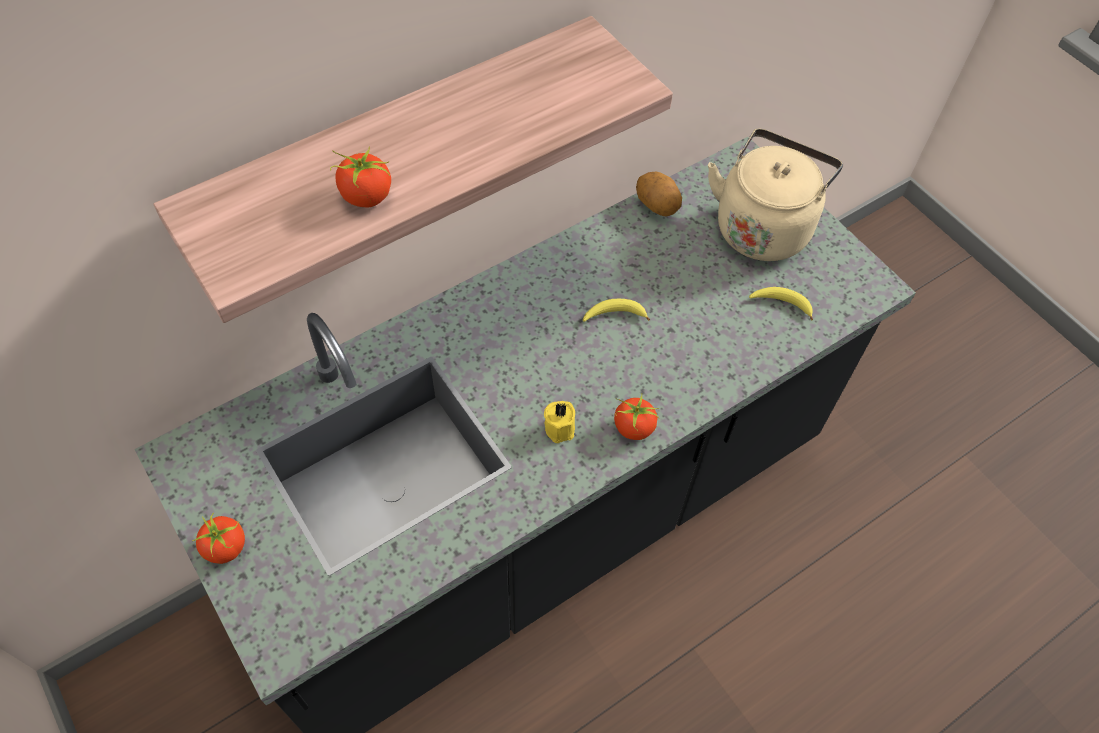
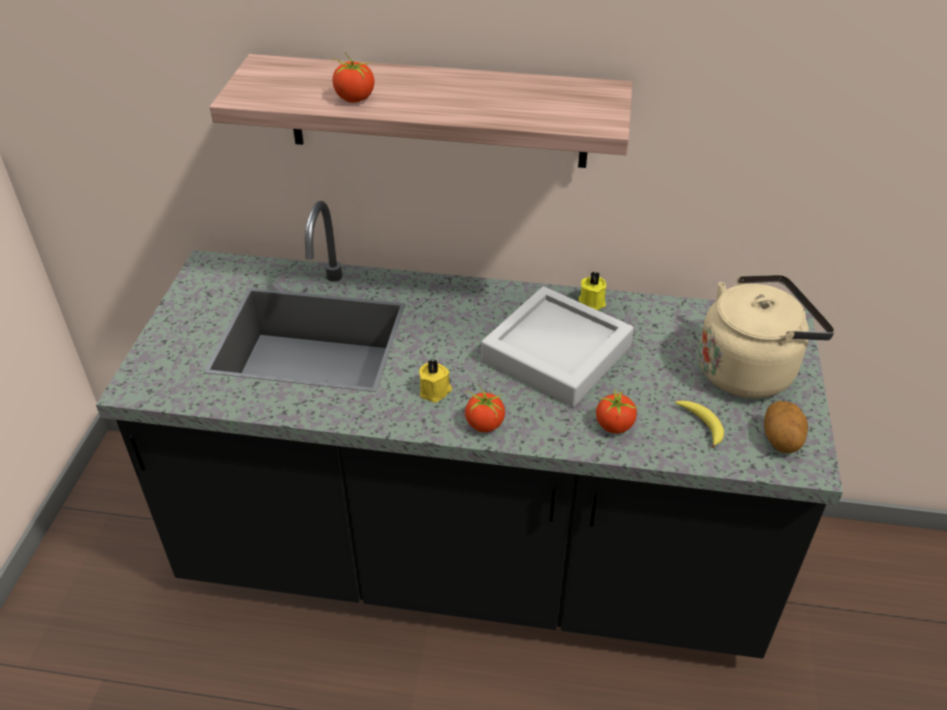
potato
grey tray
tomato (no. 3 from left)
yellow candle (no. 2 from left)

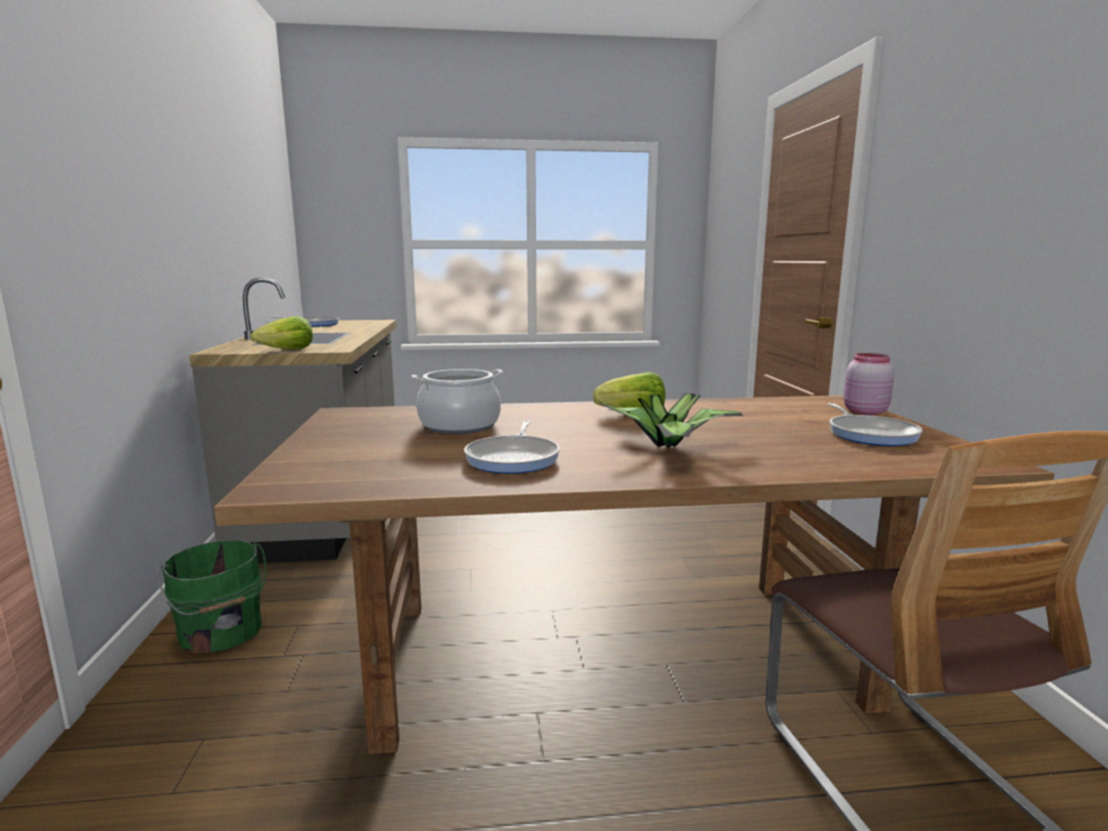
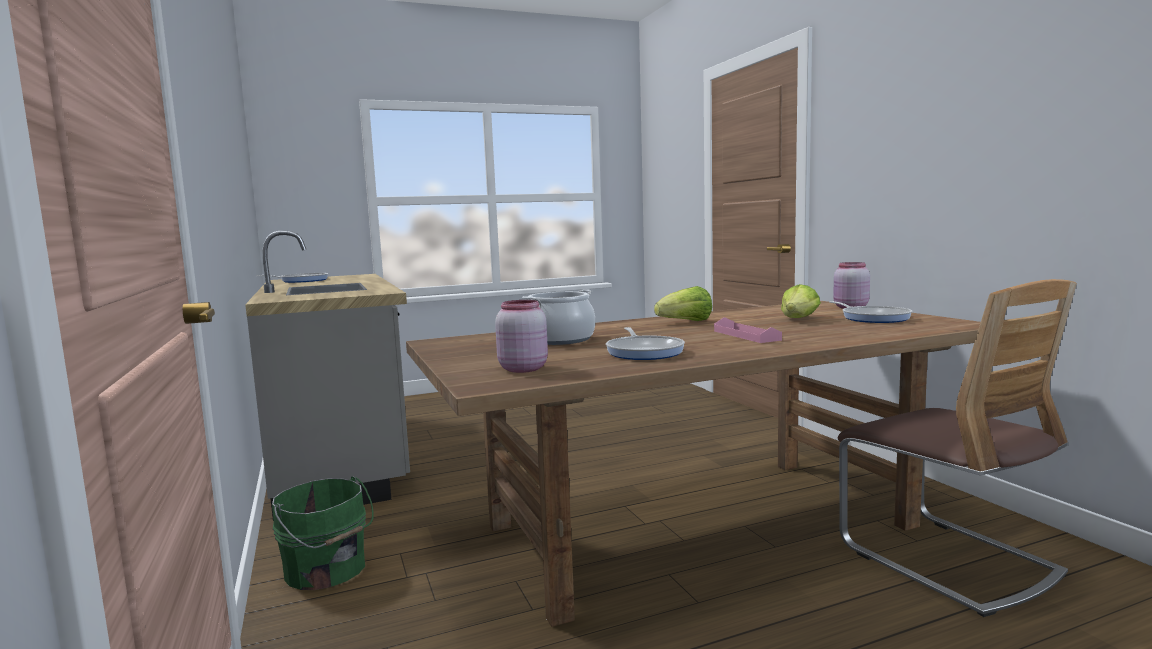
lettuce (no. 2 from left)
pink tray
pink jar (no. 1 from left)

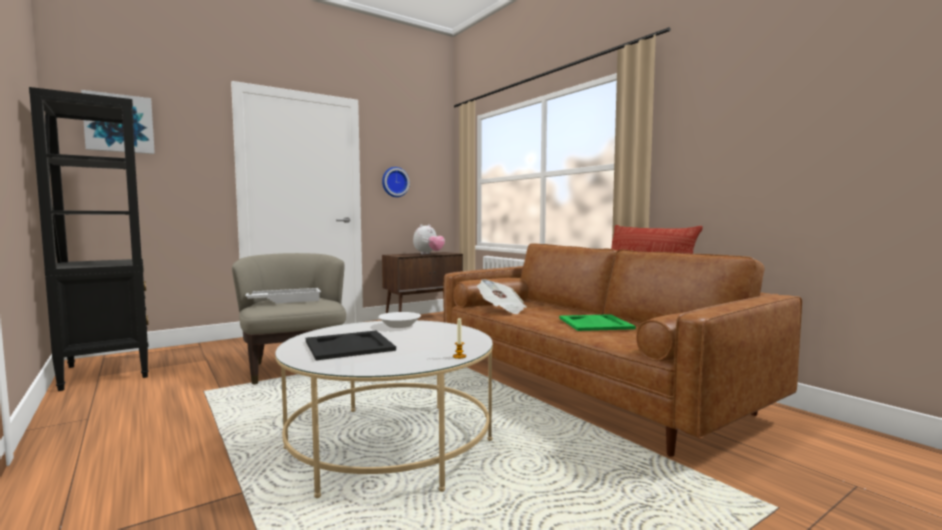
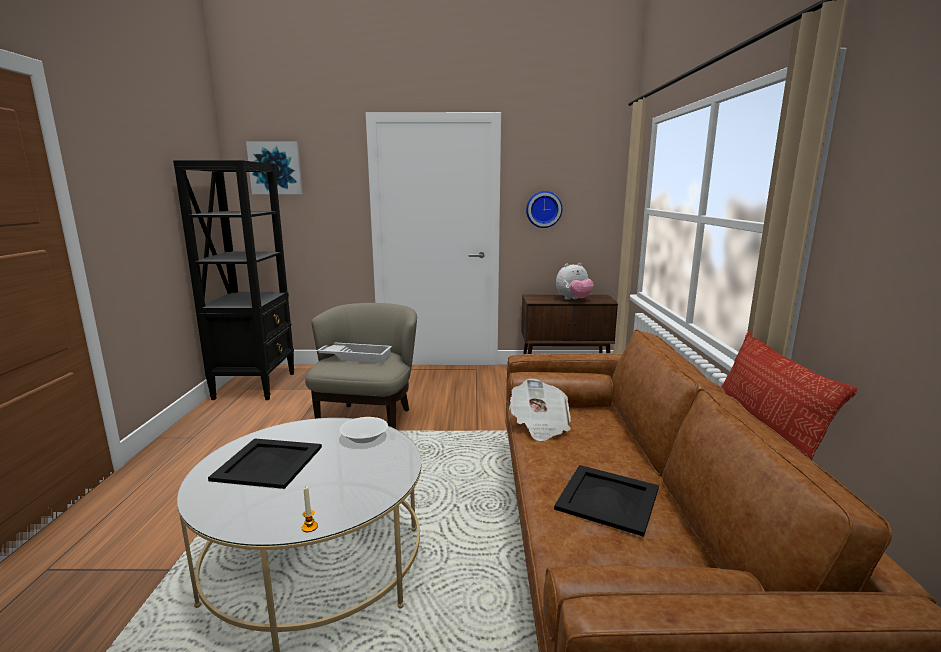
black tray (no. 2 from left)

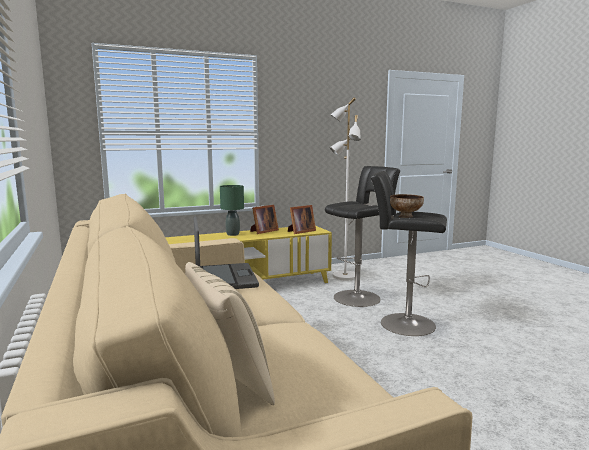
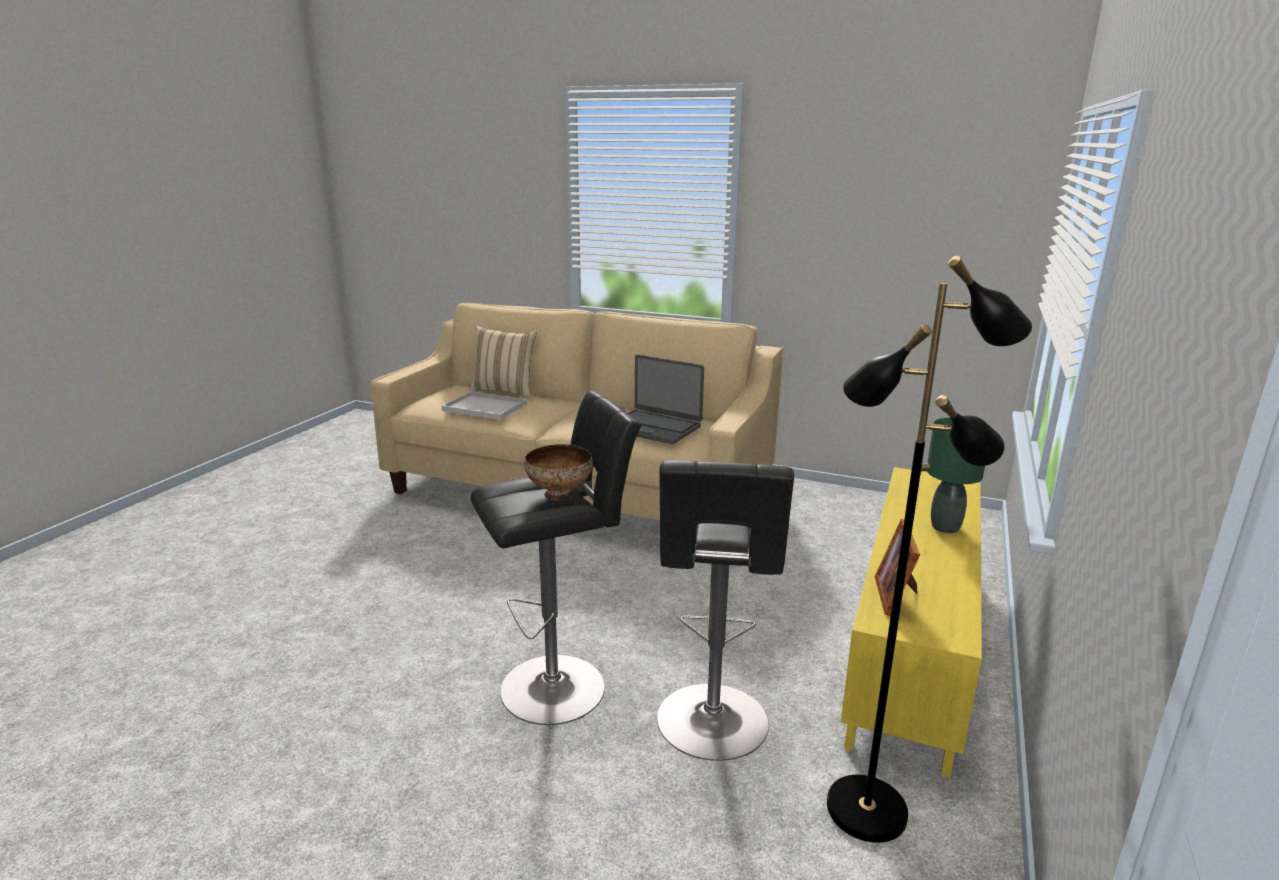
black floor lamp
picture frame (no. 1 from left in the first image)
white tray

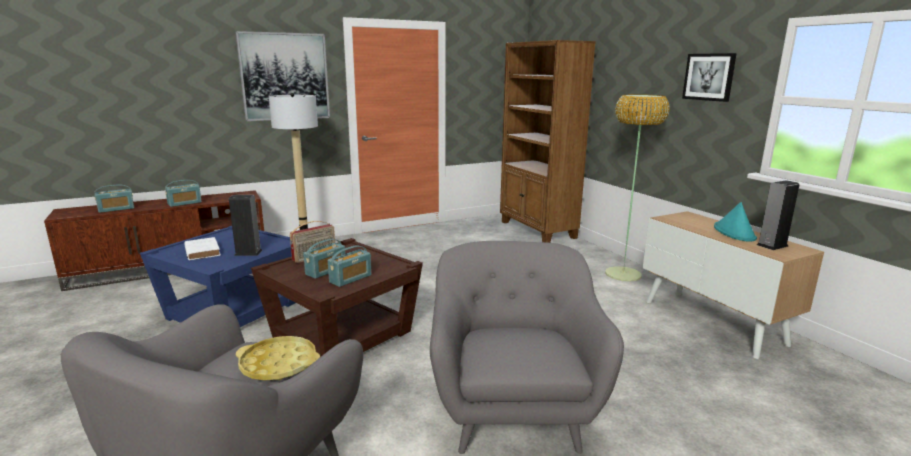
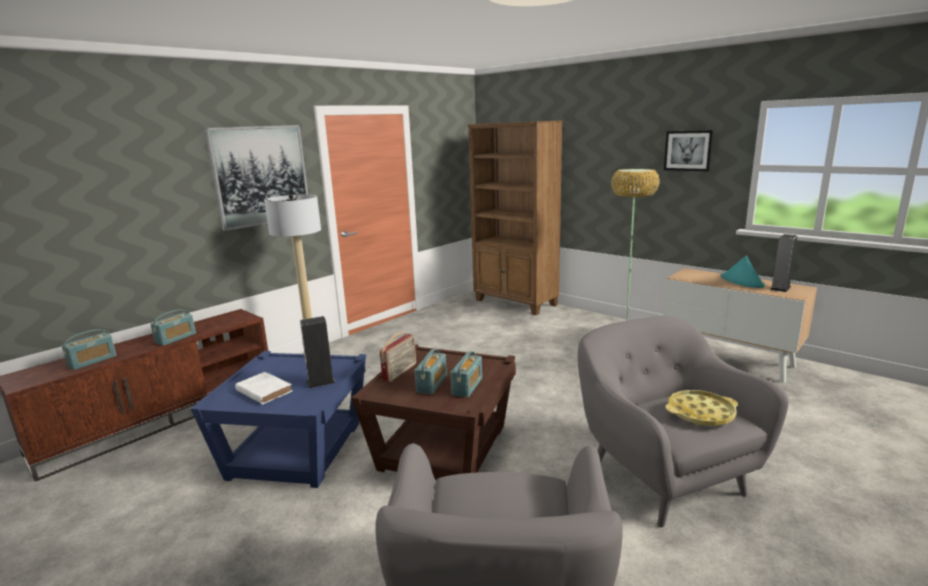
yellow tray

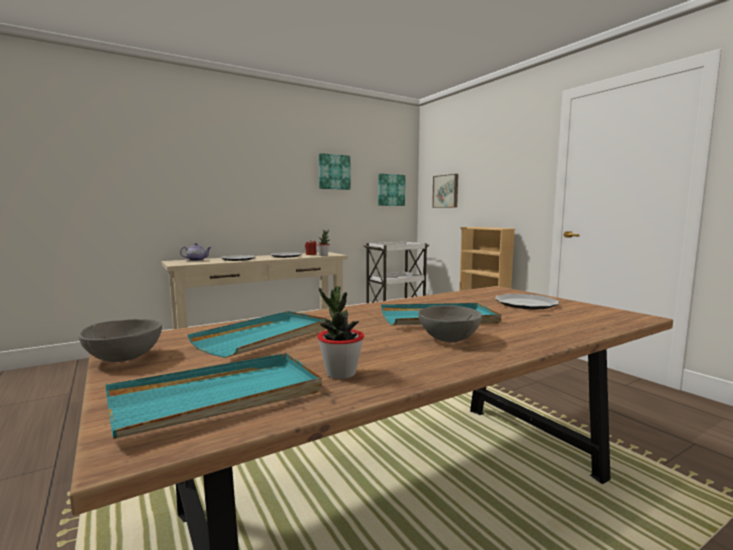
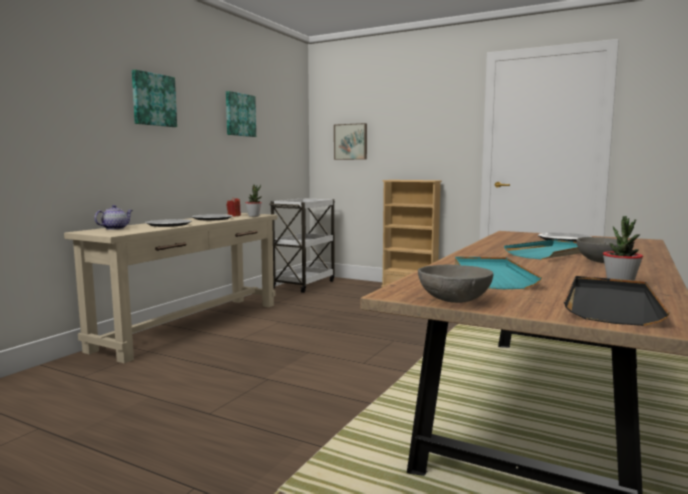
picture (no. 1 from left)
black tray

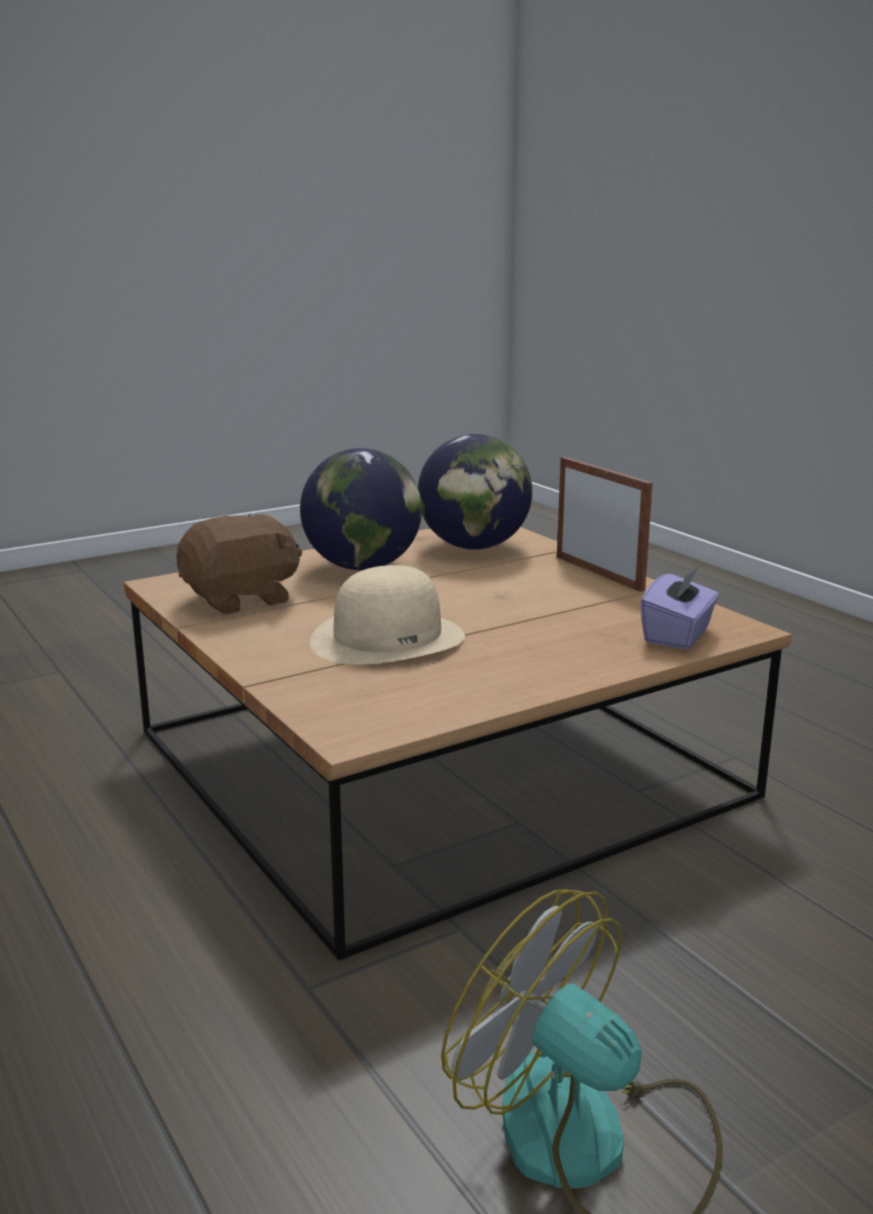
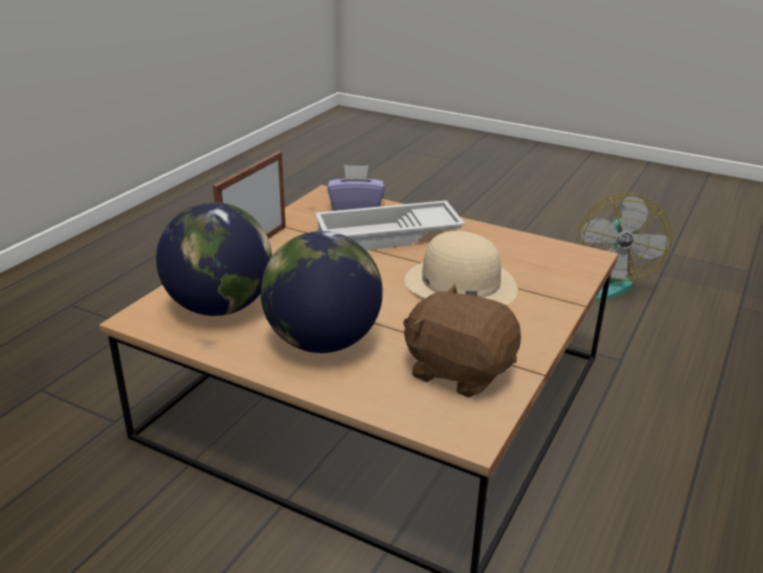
white tray

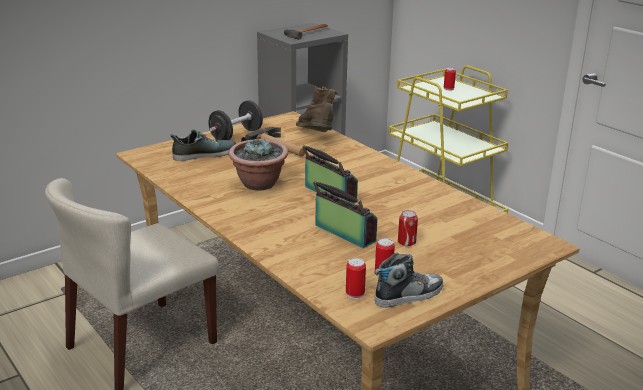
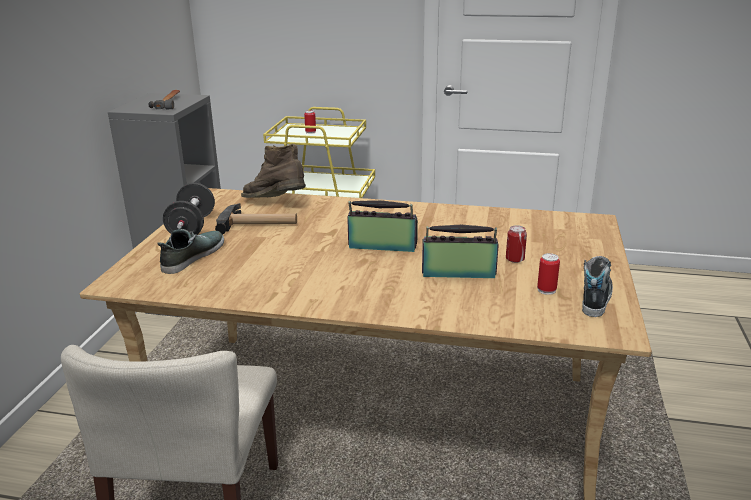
potted plant
can (no. 1 from left in the first image)

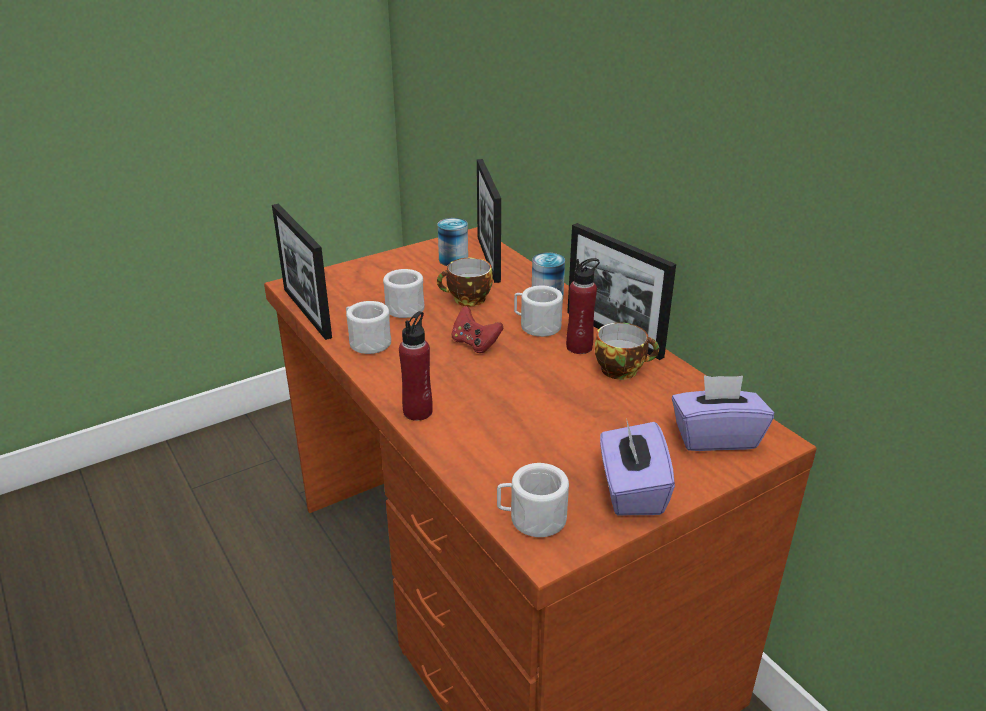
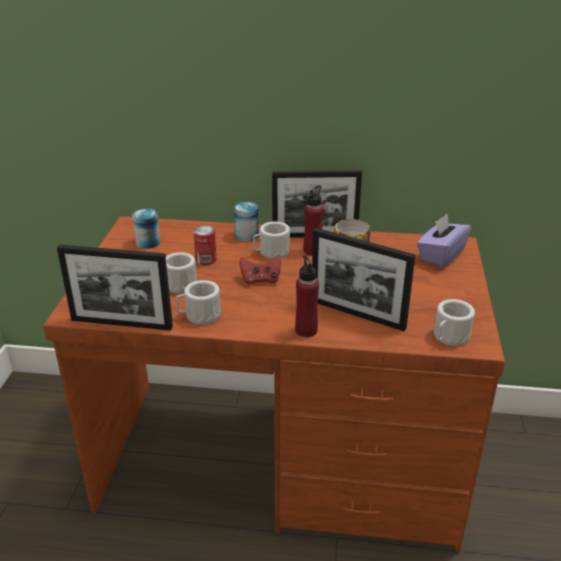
picture frame (no. 3 from left)
can (no. 2 from left)
purple tissue box (no. 1 from left in the first image)

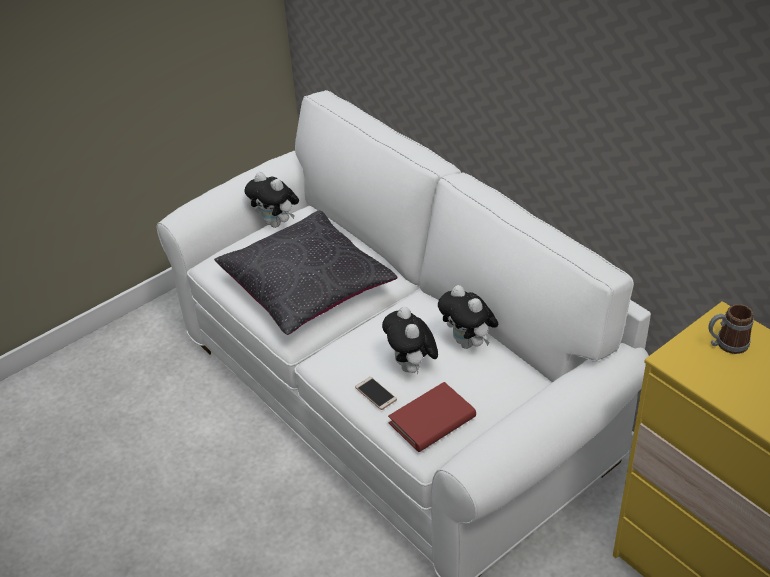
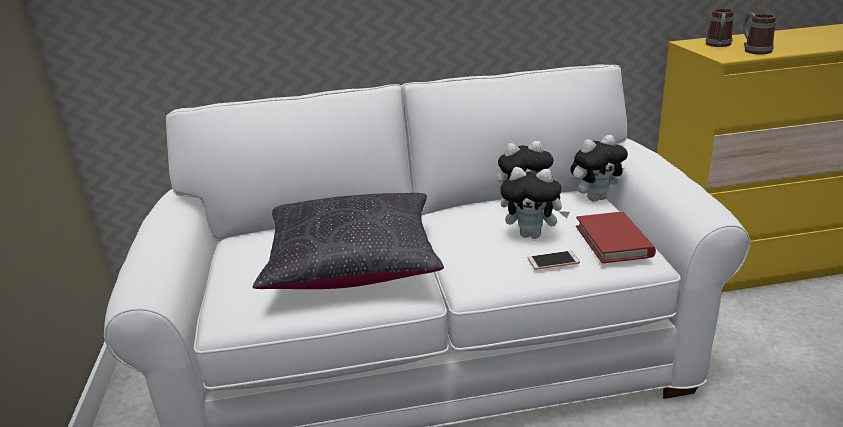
plush toy (no. 3 from left)
mug (no. 2 from left)

